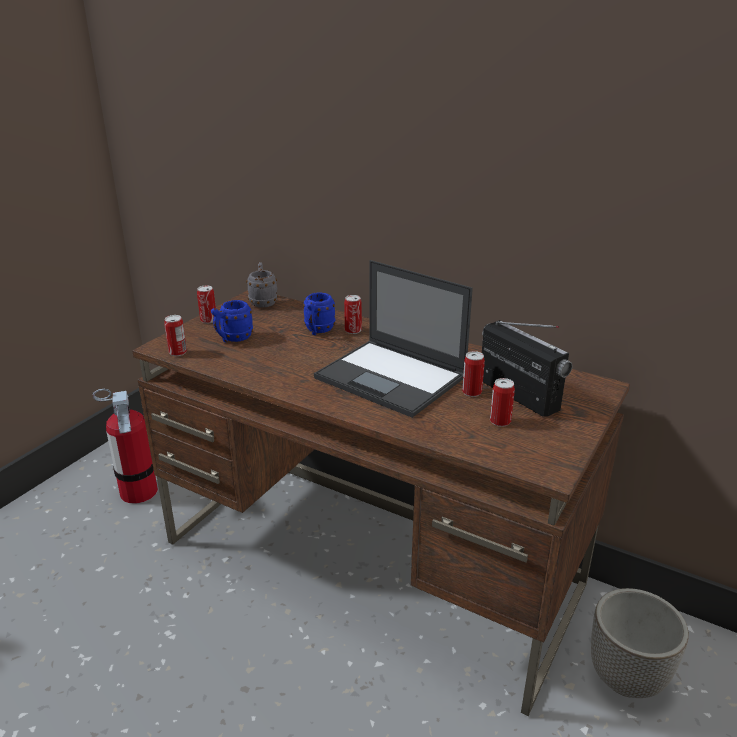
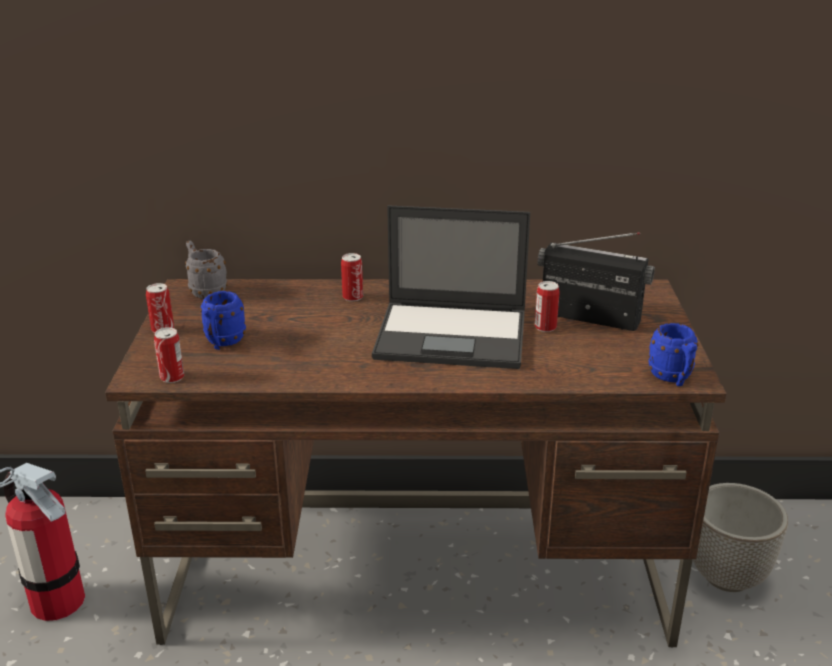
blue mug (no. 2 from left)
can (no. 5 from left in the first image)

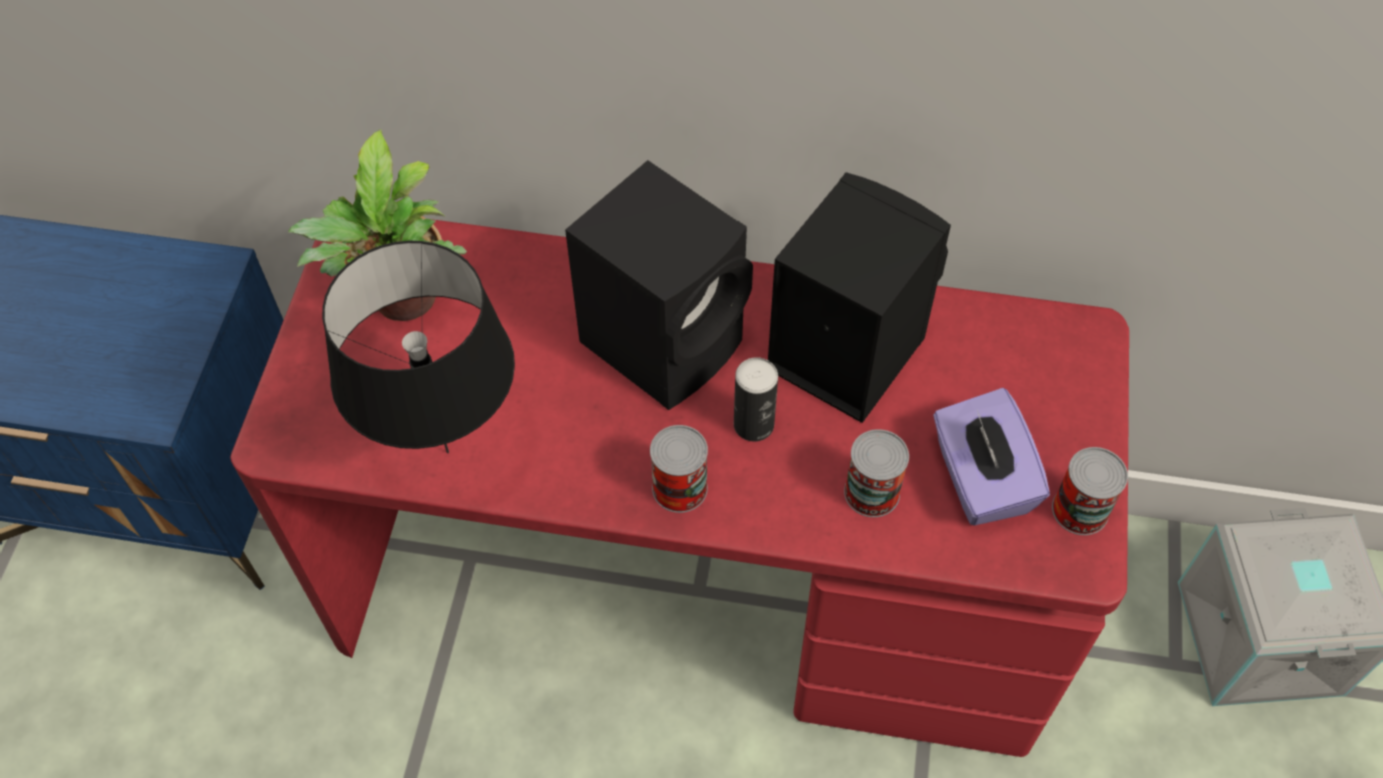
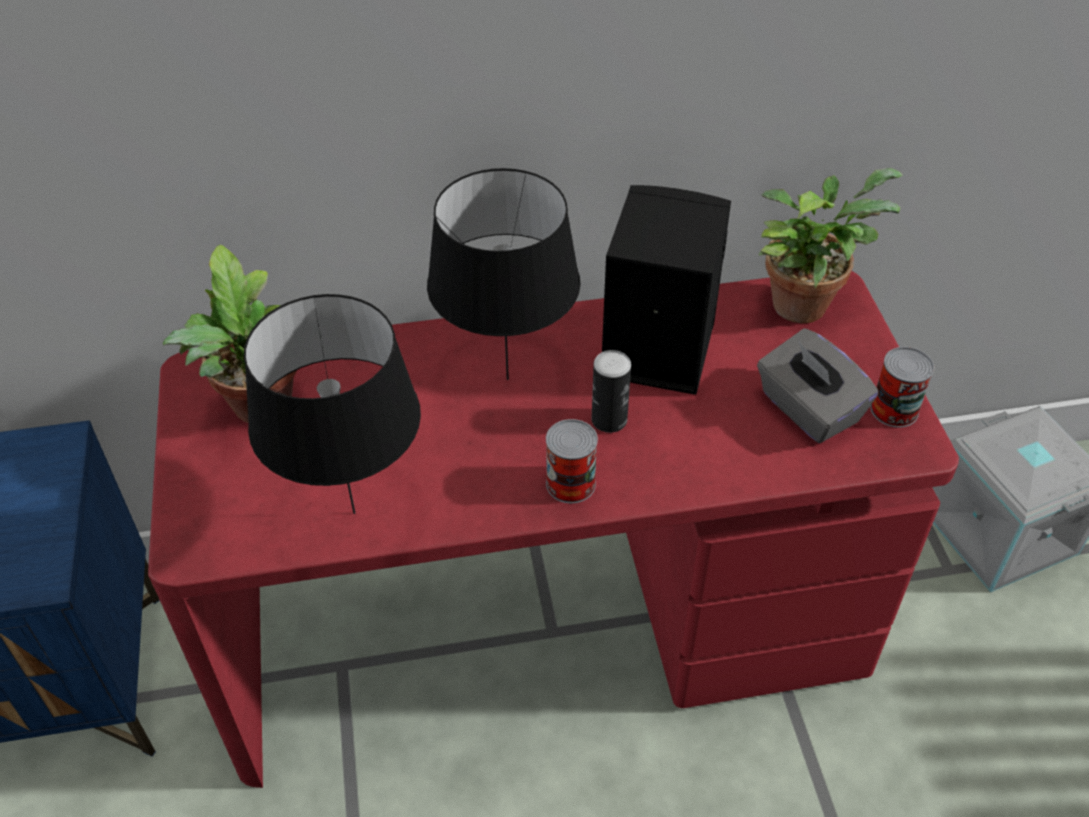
black table lamp (no. 2 from left)
grey tissue box
can (no. 3 from left in the first image)
potted plant (no. 2 from left)

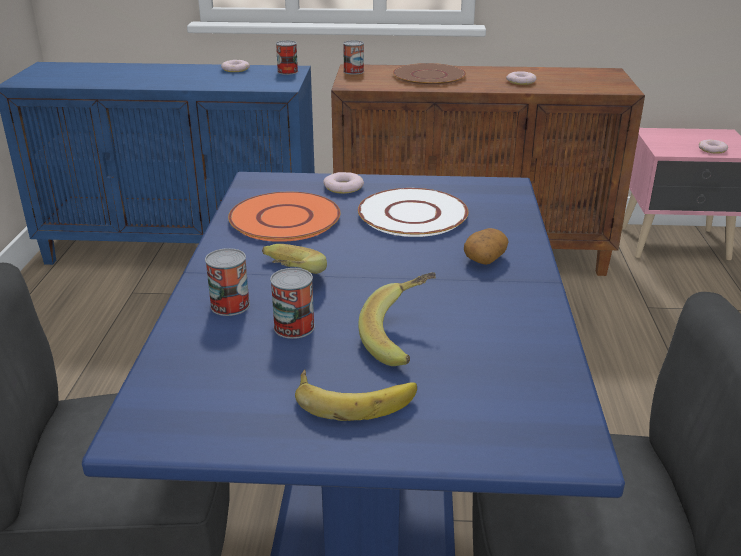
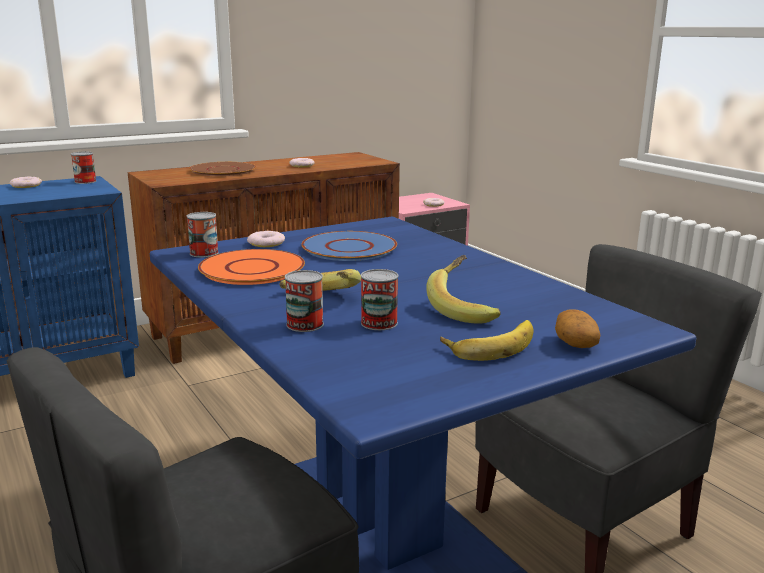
can (no. 2 from left)
blue plate
potato

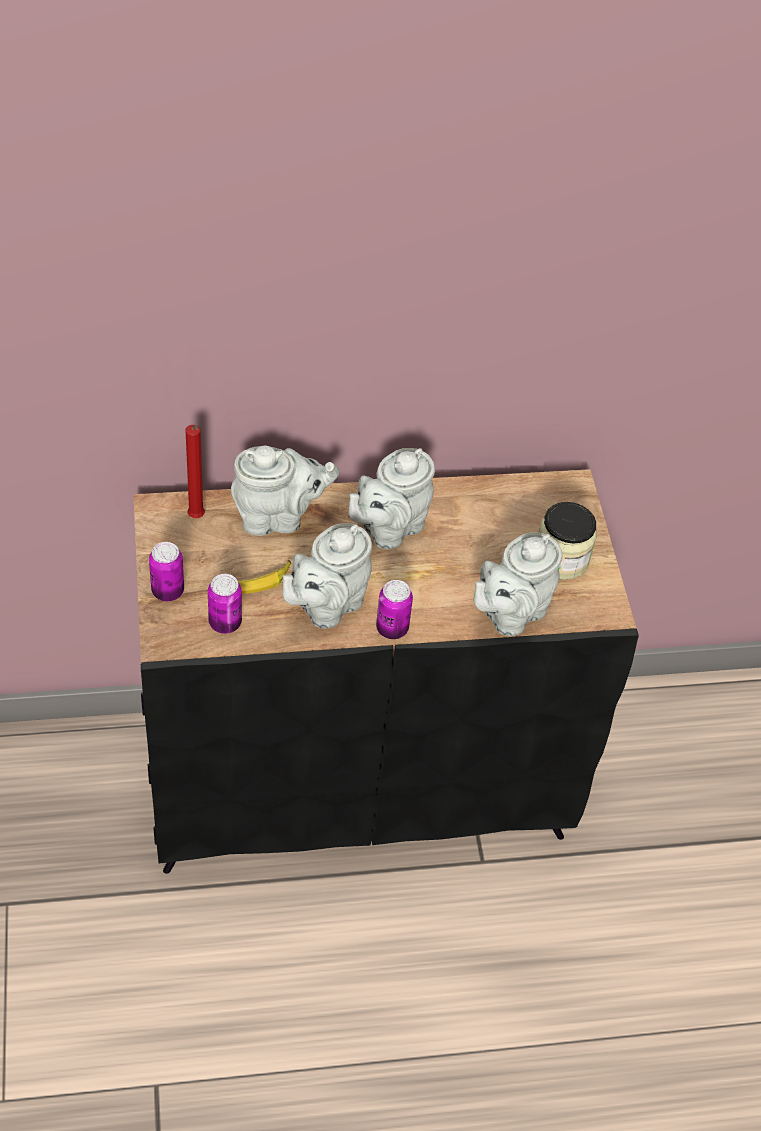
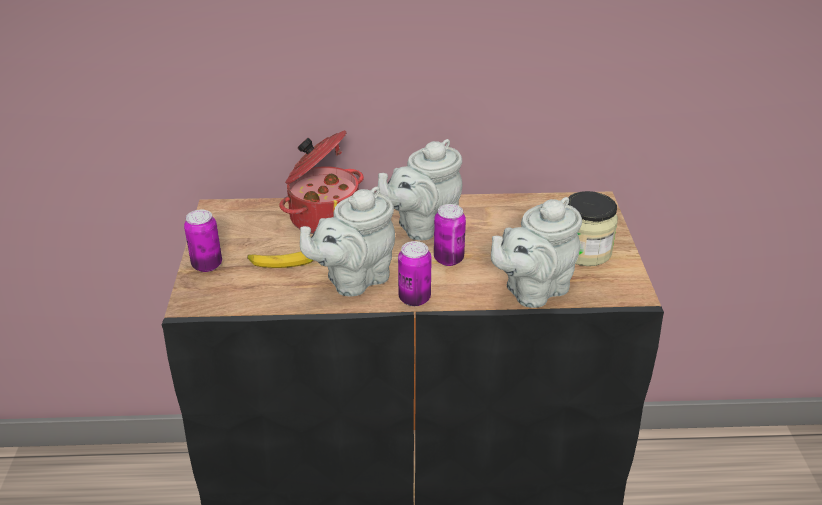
red candle
cooking pot
can (no. 3 from left)

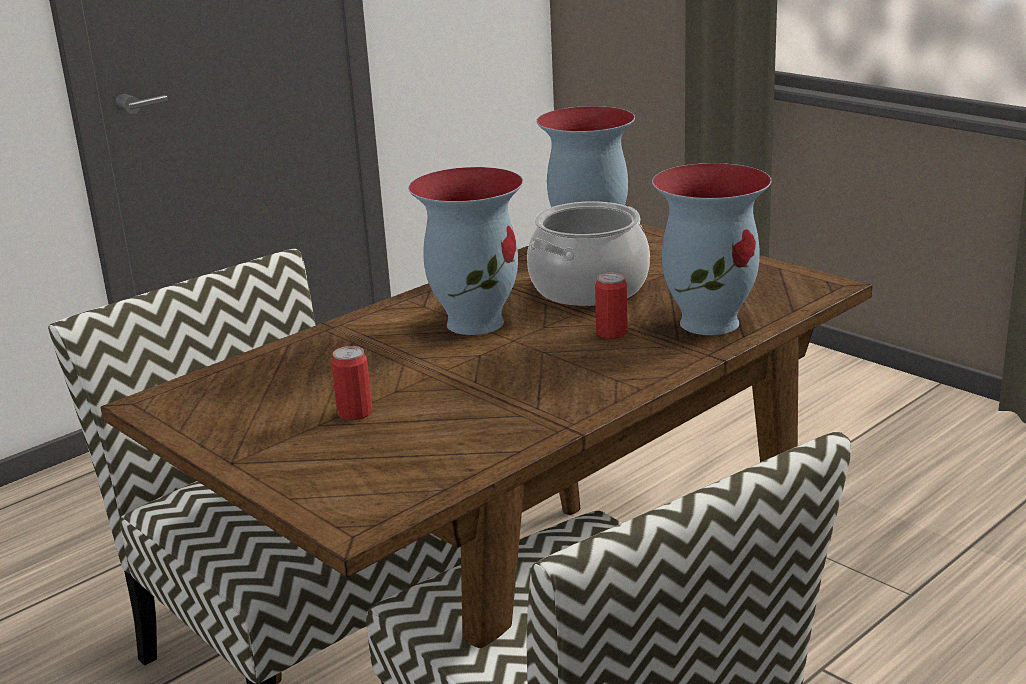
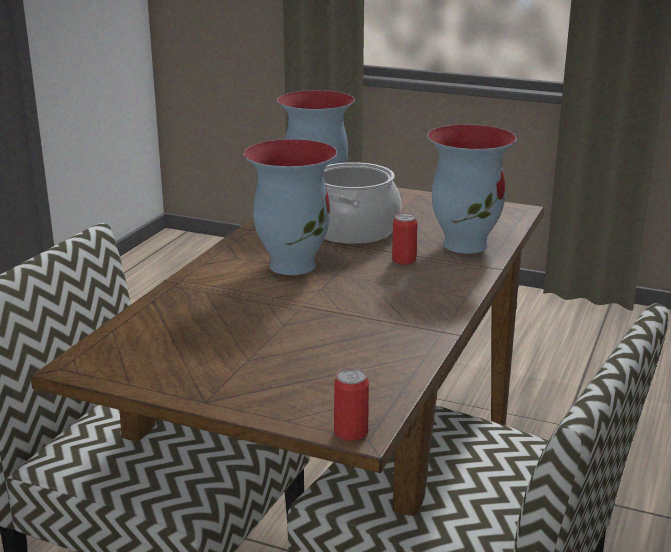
can (no. 1 from left)

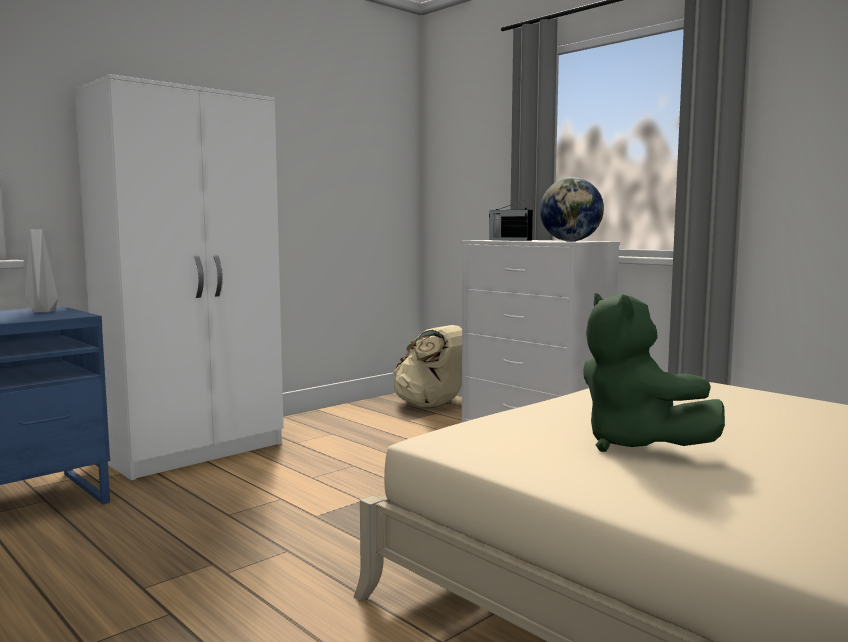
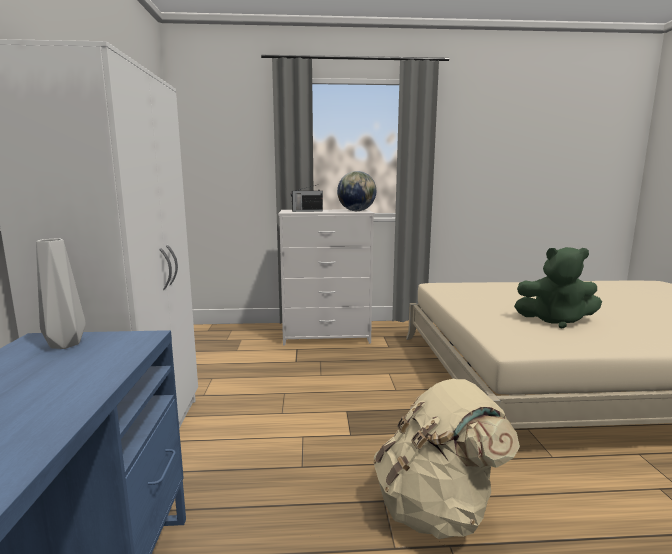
beige backpack

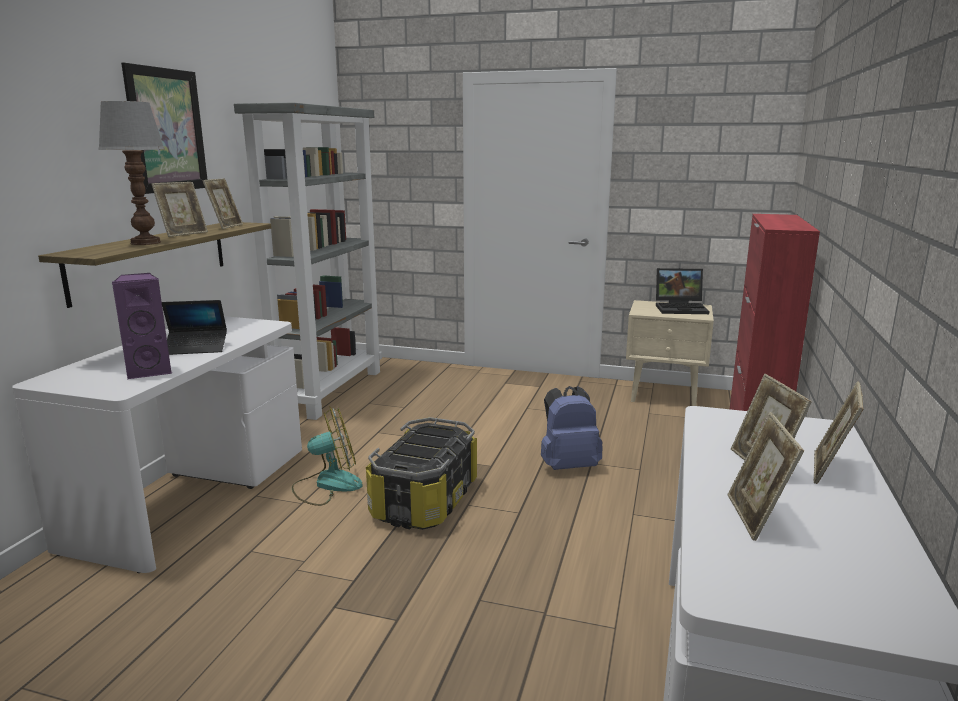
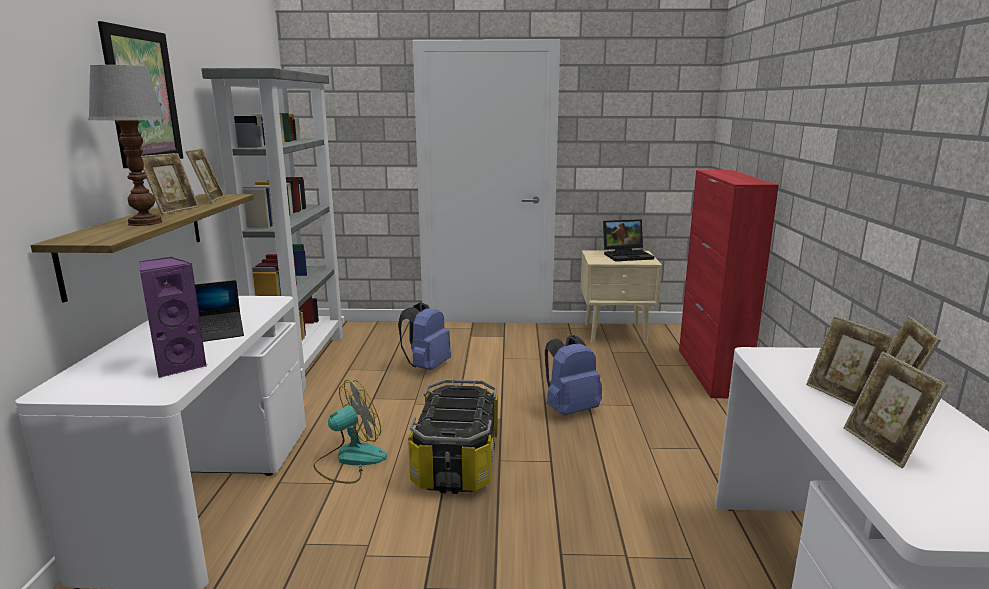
blue backpack (no. 1 from left)

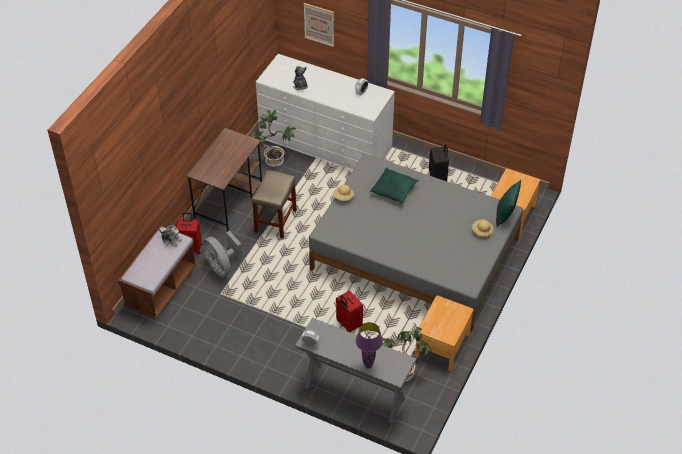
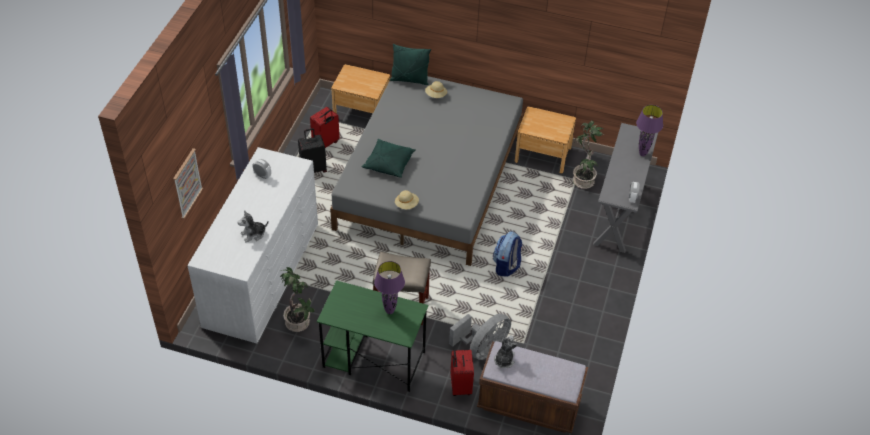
green desk
red suitcase (no. 1 from left)
backpack
purple table lamp (no. 1 from left)

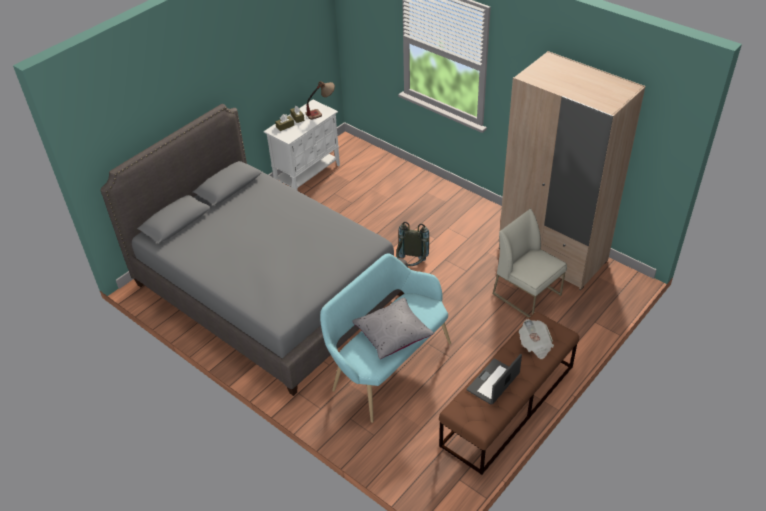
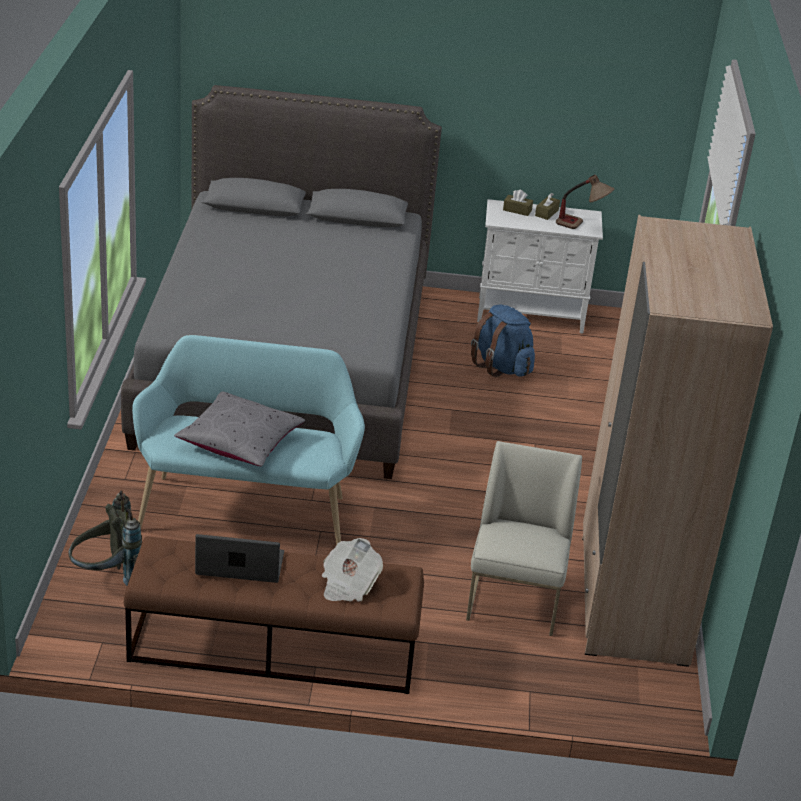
grey backpack
blue backpack

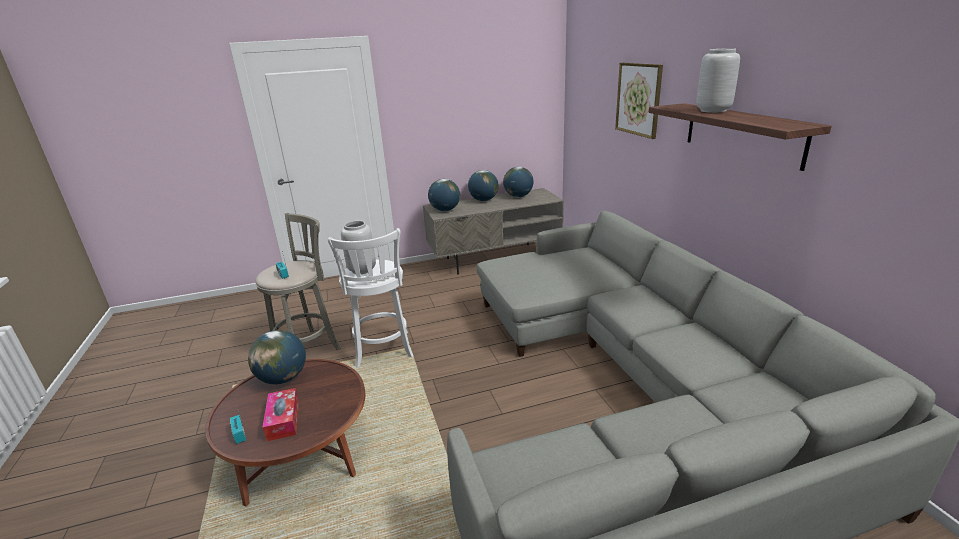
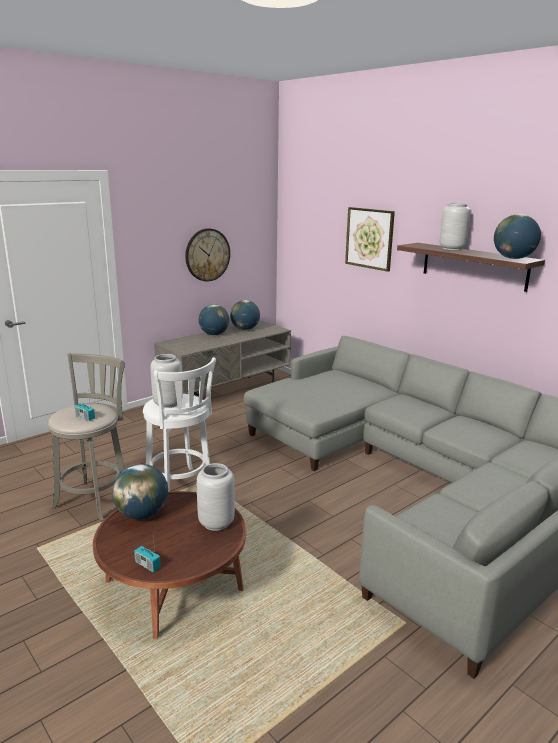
globe (no. 4 from left)
tissue box
wall clock
grey vase (no. 2 from left)

